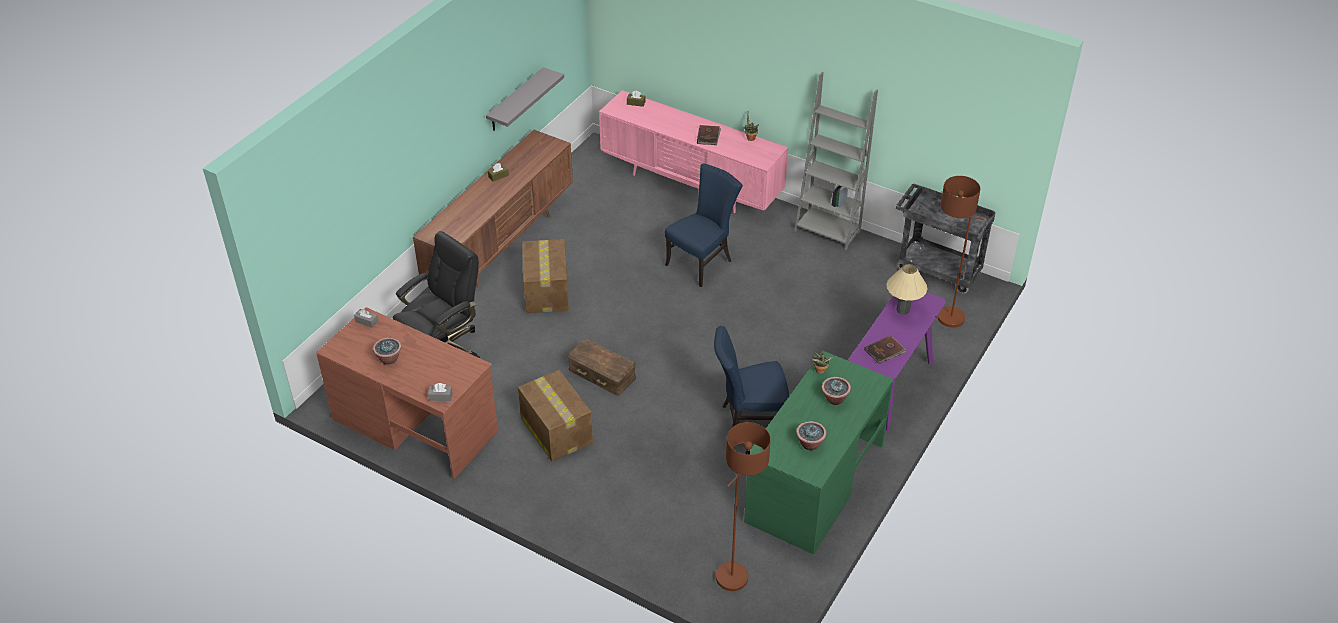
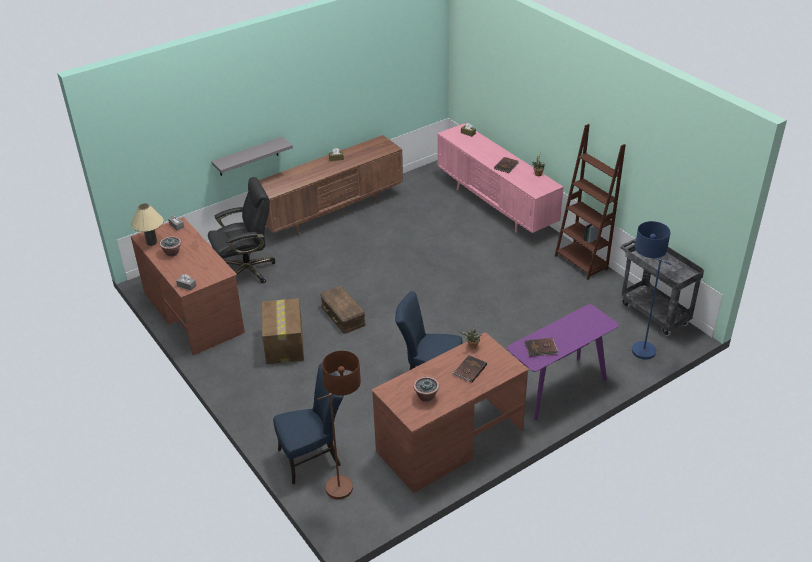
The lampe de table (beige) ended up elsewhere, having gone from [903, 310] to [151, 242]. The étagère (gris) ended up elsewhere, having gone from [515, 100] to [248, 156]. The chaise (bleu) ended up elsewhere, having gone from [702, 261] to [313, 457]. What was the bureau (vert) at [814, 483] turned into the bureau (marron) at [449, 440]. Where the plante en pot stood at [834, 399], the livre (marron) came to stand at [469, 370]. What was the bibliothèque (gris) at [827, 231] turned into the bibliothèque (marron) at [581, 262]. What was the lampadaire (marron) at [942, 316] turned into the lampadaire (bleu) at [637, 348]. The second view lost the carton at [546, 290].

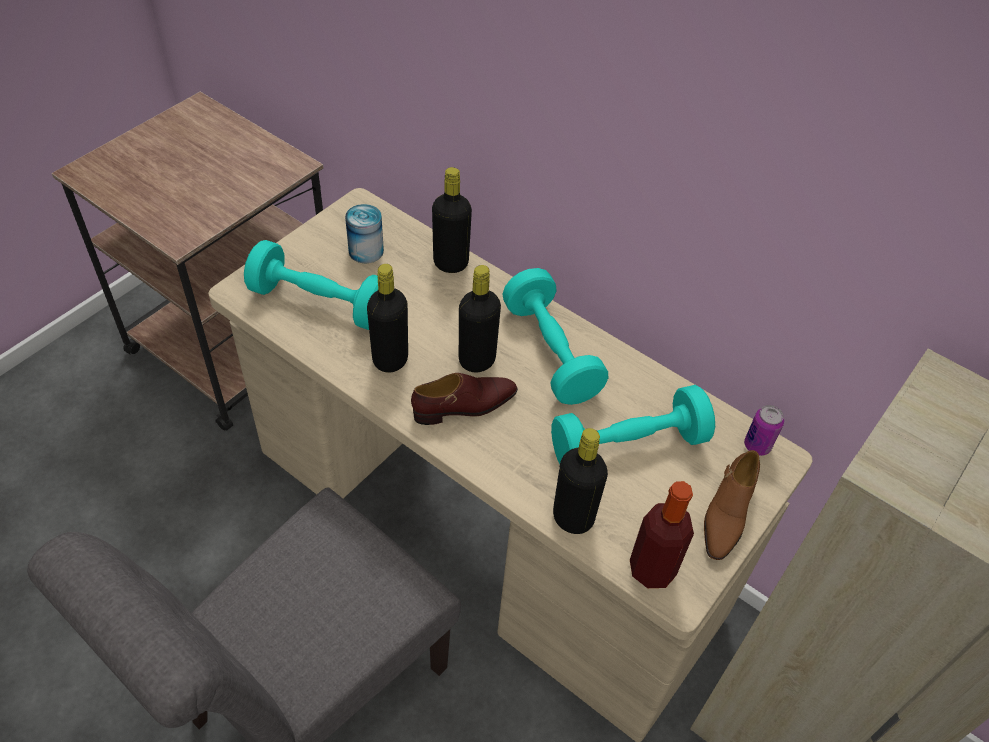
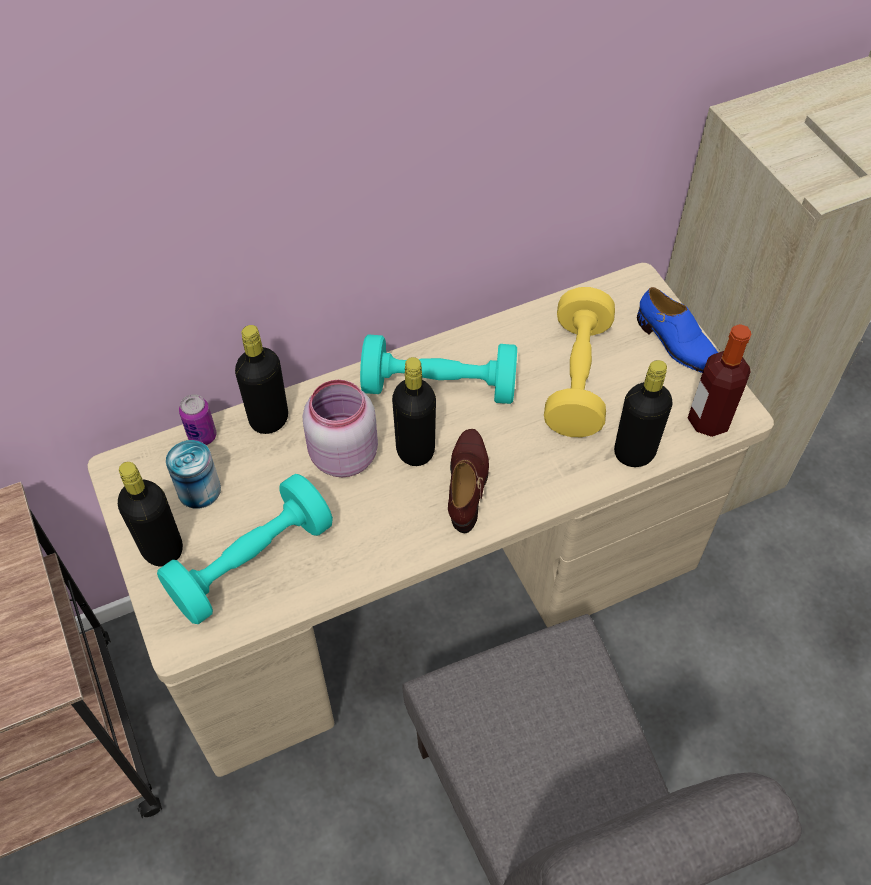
The bouteille (noir) ended up elsewhere, having gone from [390, 359] to [162, 549]. The boîte métallique ended up elsewhere, having gone from [757, 446] to [202, 436]. The second view gained the bocal (rose) at [341, 456]. What was the haltère (turquoise) at [628, 446] turned into the haltère (jaune) at [577, 378]. What was the chaussure (marron) at [726, 514] turned into the chaussure (bleu) at [677, 345].

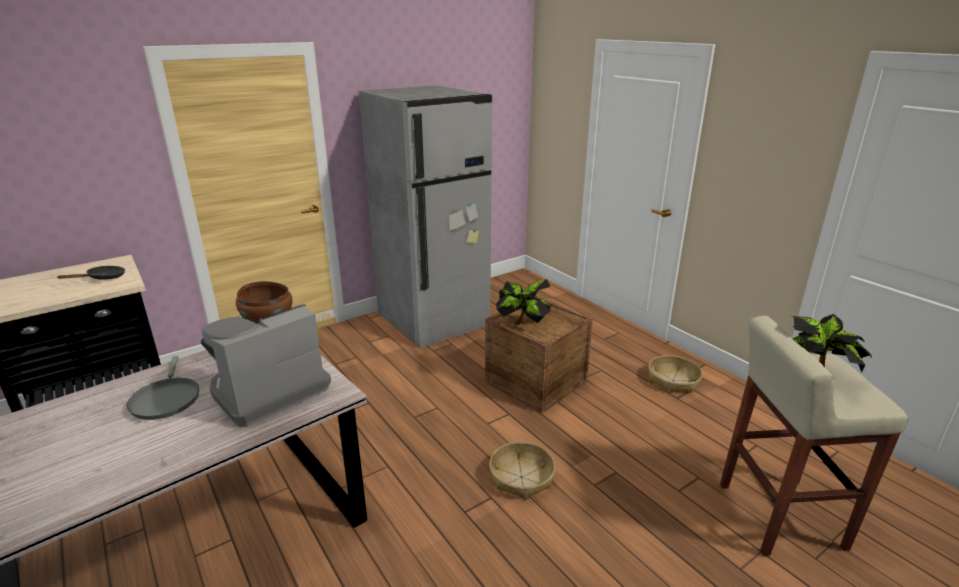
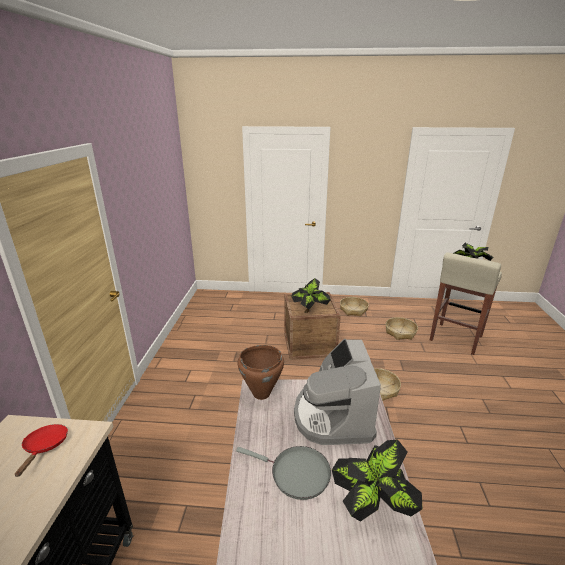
What was the poêle (noir) at [103, 278] turned into the poêle (rouge) at [45, 447]. The second view gained the plante en pot at [373, 507]. The second view gained the panier at [400, 332]. The second view lost the réfrigérateur (gris) at [433, 318].

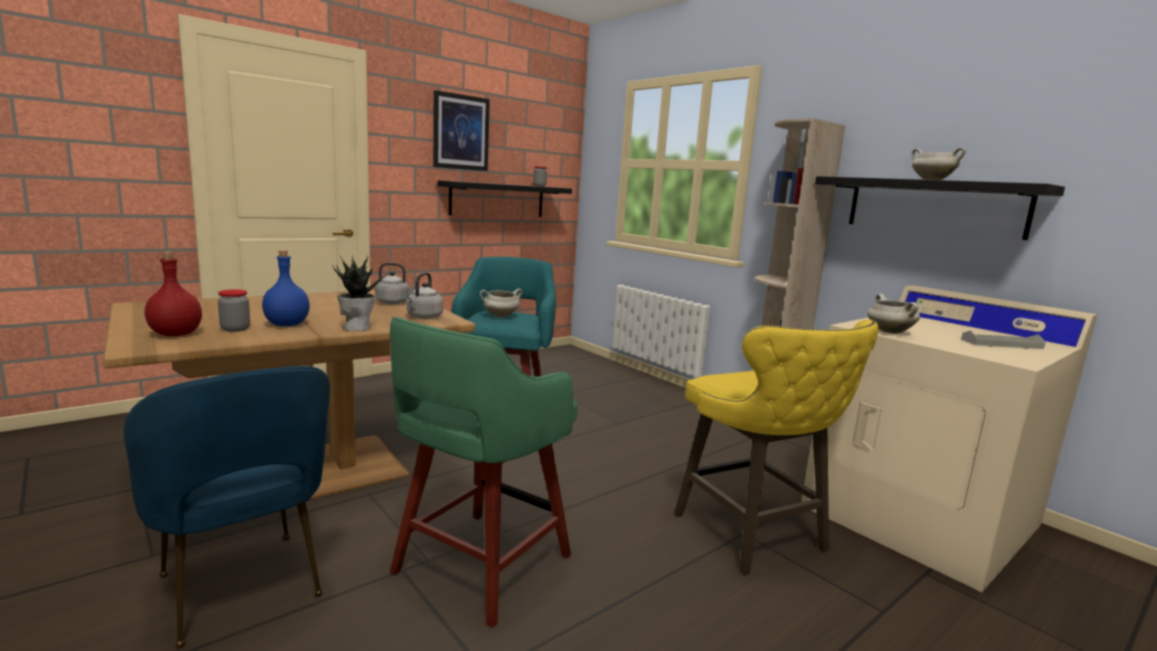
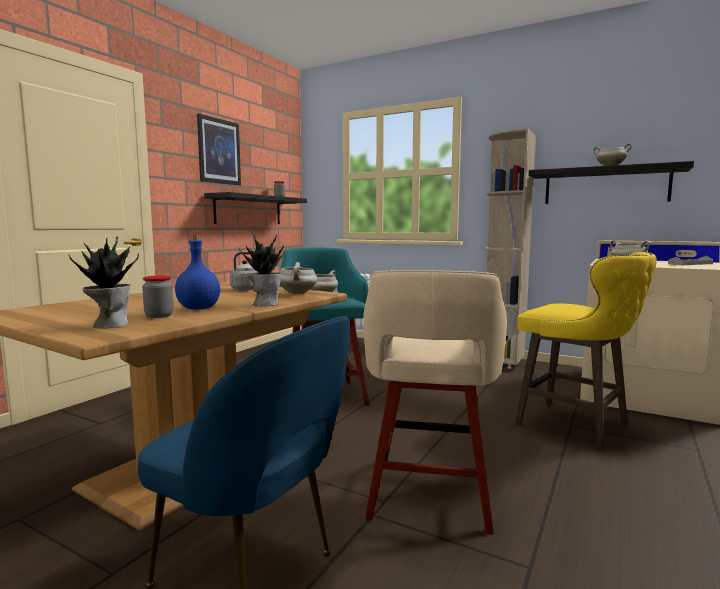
Where the bouteille (rouge) stood at [175, 334], the plante en pot came to stand at [110, 325]. Where the bouilloire (gris) stood at [423, 317], the marmite (blanc) came to stand at [298, 293]. What was the tabouret (vert) at [479, 566] turned into the tabouret (beige) at [429, 494].

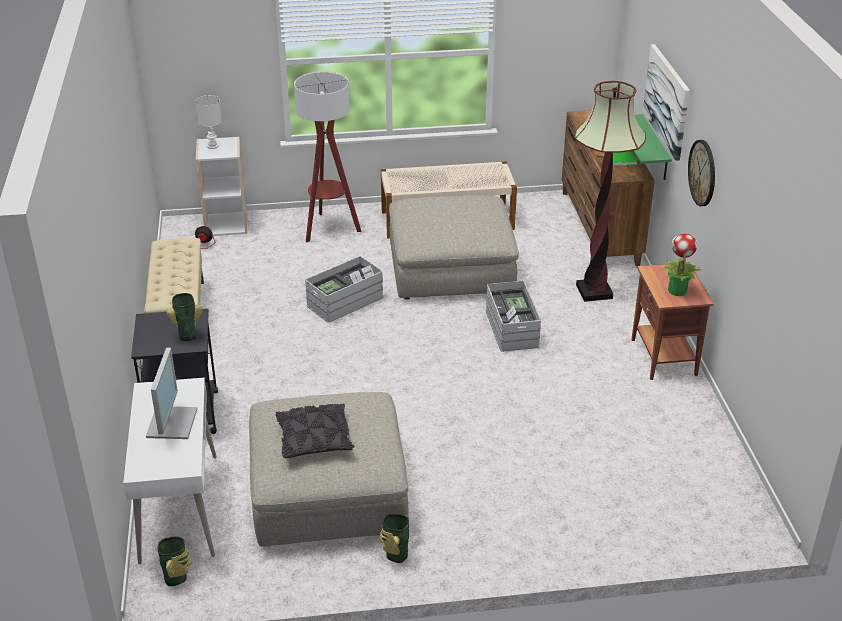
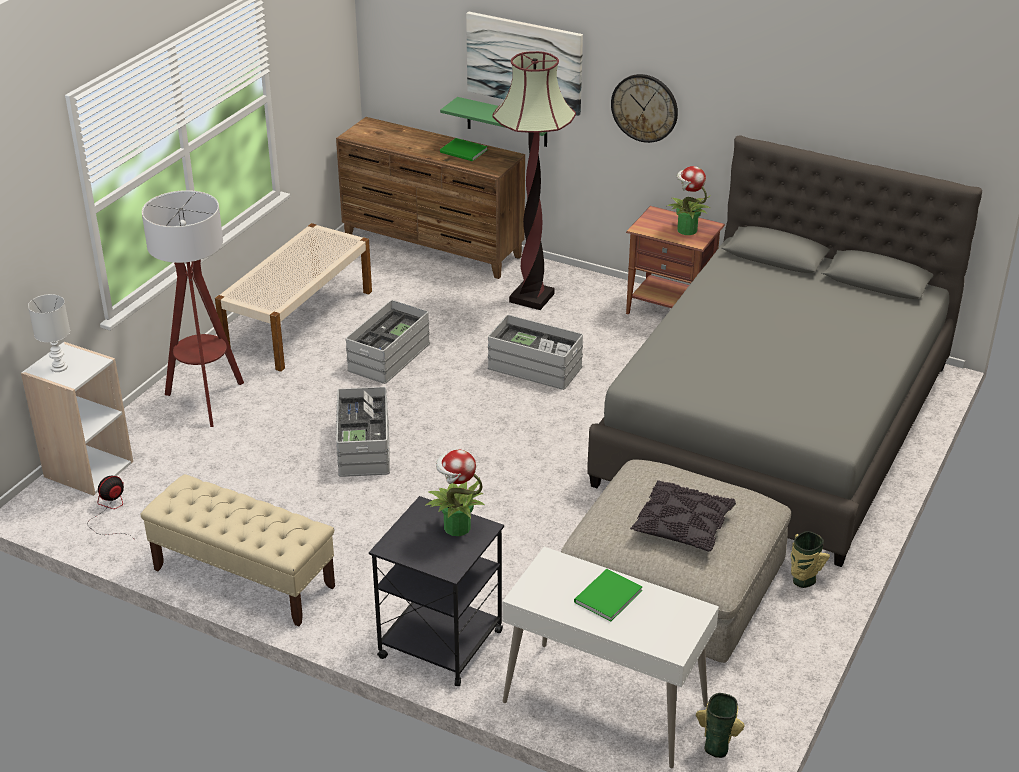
Where the pouf (beige) stood at [451, 268], the boîte de rangement (gris) came to stand at [389, 357]. Where the vase stood at [187, 334], the plante en pot came to stand at [456, 527]. Where the écran d'ordinateur stood at [171, 422], the livre (vert) came to stand at [605, 597]. The second view gained the lit (gris) at [777, 423].

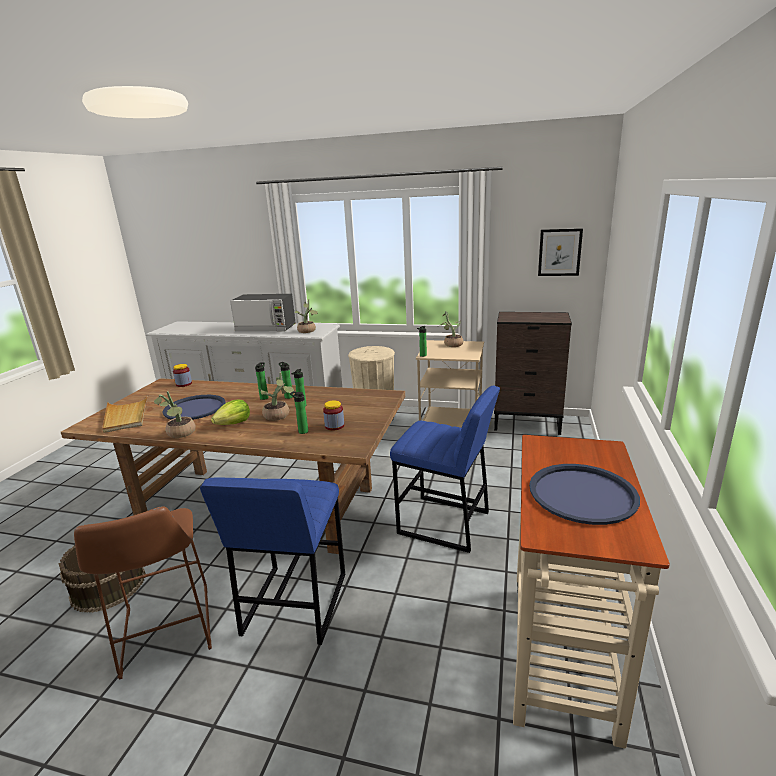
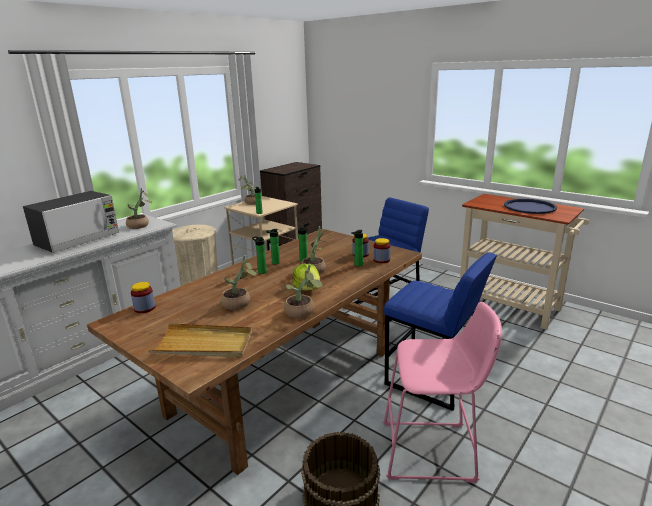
Where the plateau (bleu) stood at [195, 408], the plante en pot came to stand at [240, 304]. The second view gained the bocal at [381, 260]. What was the tabouret (marron) at [166, 634] turned into the tabouret (rose) at [433, 452]. The second view lost the tableau at [559, 252].

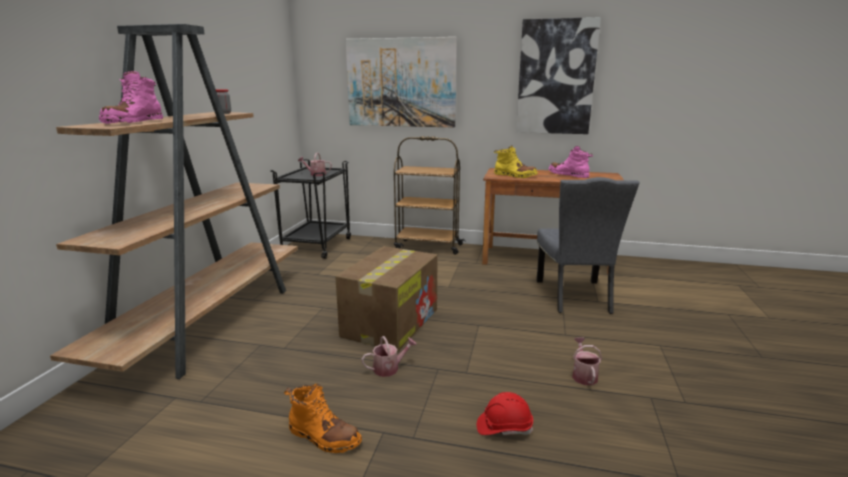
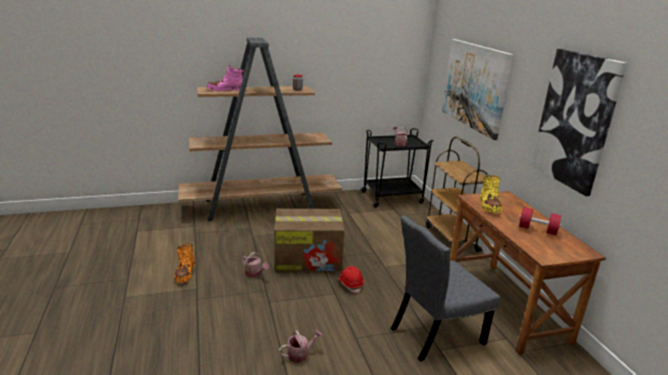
The casque de chantier (rouge) ended up elsewhere, having gone from [504, 427] to [350, 284]. Where the botte (rose) stood at [568, 175], the haltère (rouge) came to stand at [537, 230].

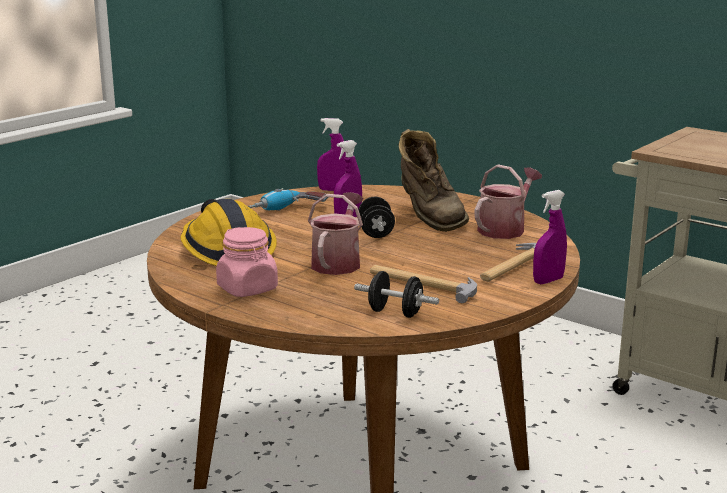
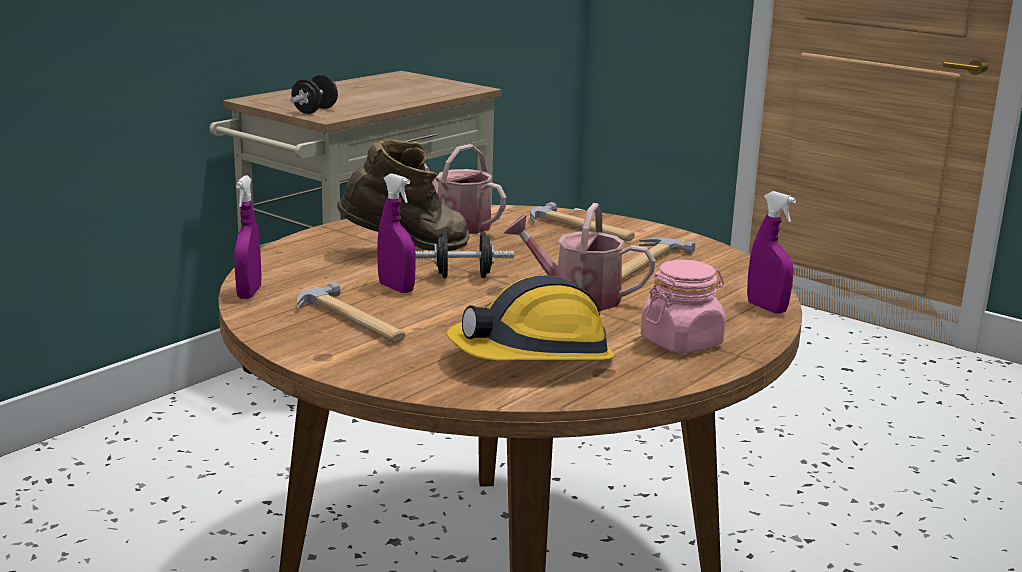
The haltère (noir) ended up elsewhere, having gone from [395, 313] to [315, 111]. Where the perceuse stood at [288, 211], the marteau came to stand at [351, 320]. The vaporisateur (violet) ended up elsewhere, having gone from [548, 281] to [766, 308].

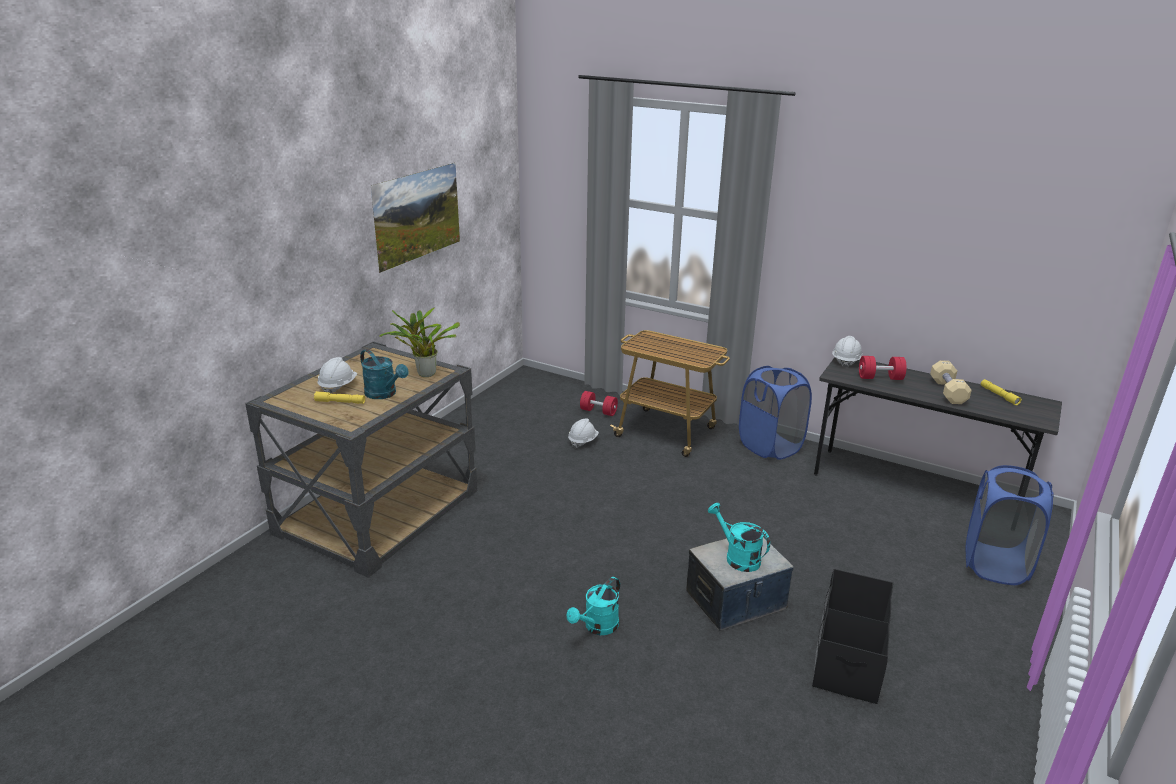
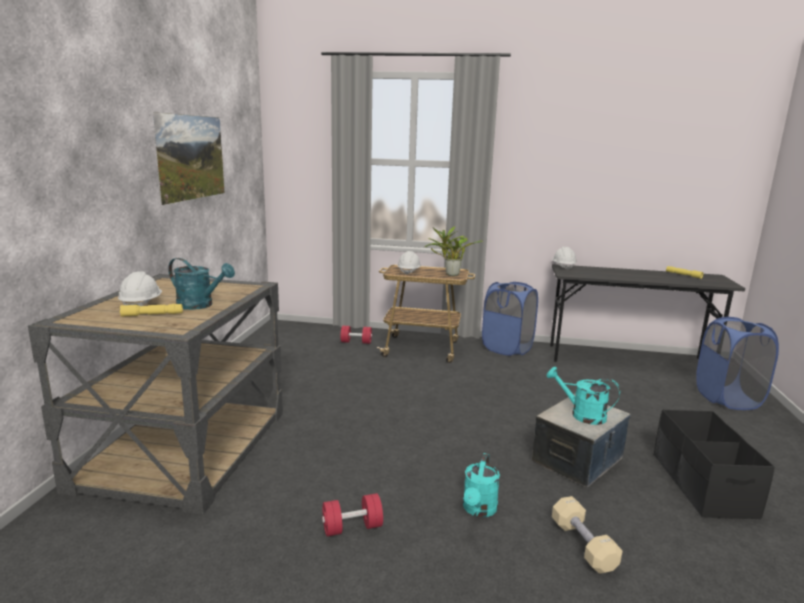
The haltère (rouge) ended up elsewhere, having gone from [880, 378] to [352, 527]. The casque de chantier (blanc) ended up elsewhere, having gone from [583, 441] to [409, 271]. The plante en pot ended up elsewhere, having gone from [424, 373] to [450, 274]. The haltère (beige) ended up elsewhere, having gone from [947, 391] to [583, 545].

